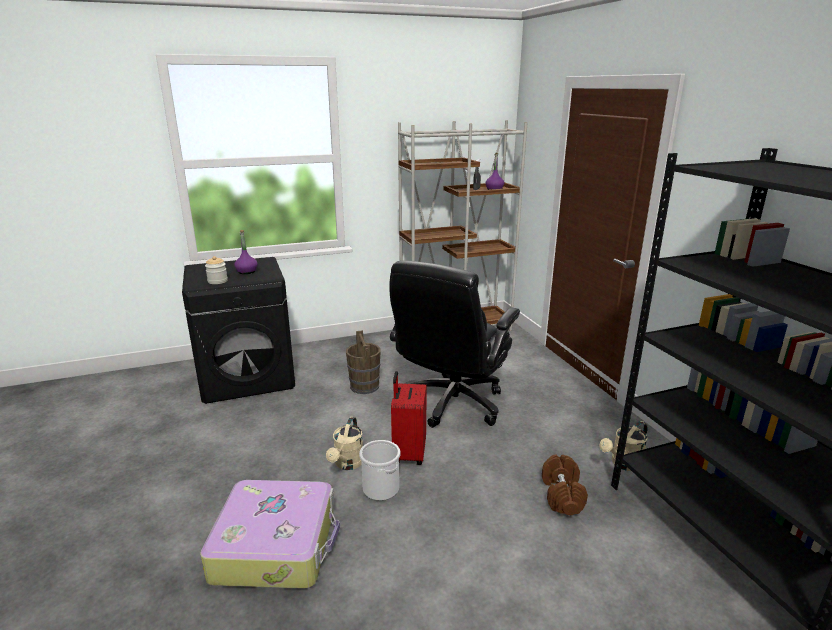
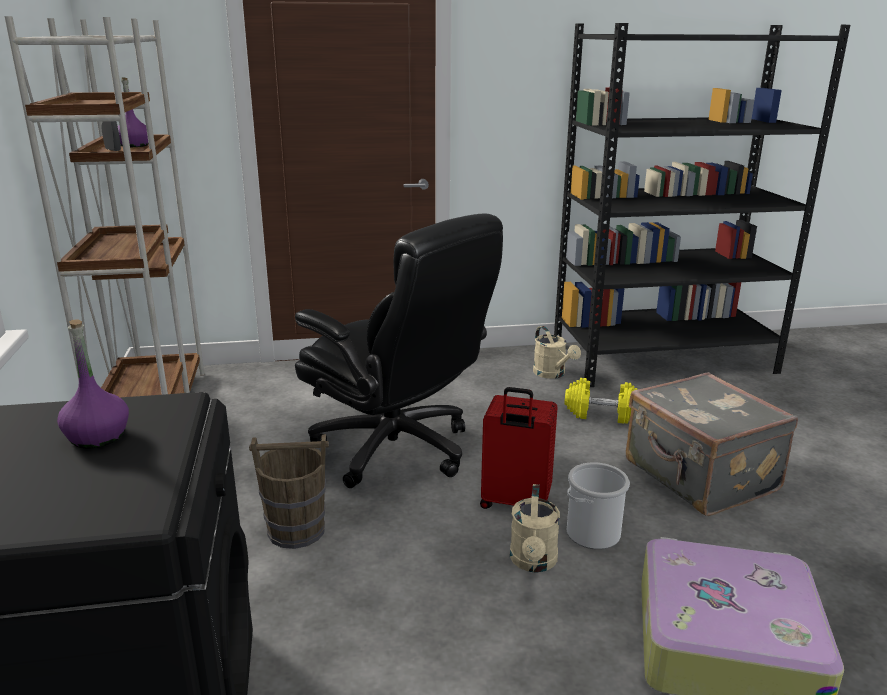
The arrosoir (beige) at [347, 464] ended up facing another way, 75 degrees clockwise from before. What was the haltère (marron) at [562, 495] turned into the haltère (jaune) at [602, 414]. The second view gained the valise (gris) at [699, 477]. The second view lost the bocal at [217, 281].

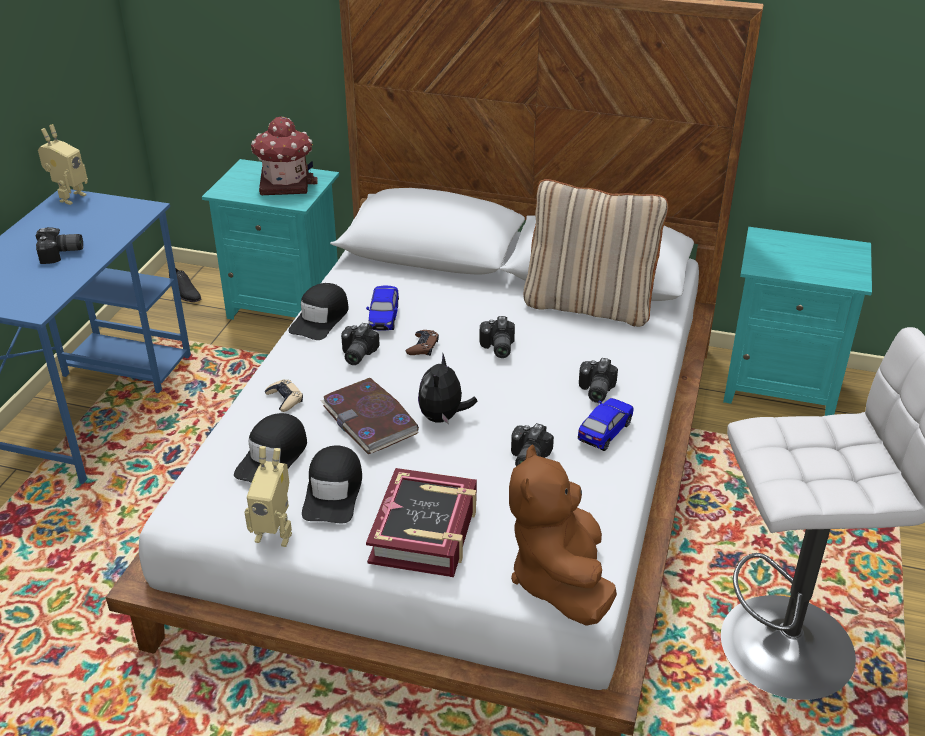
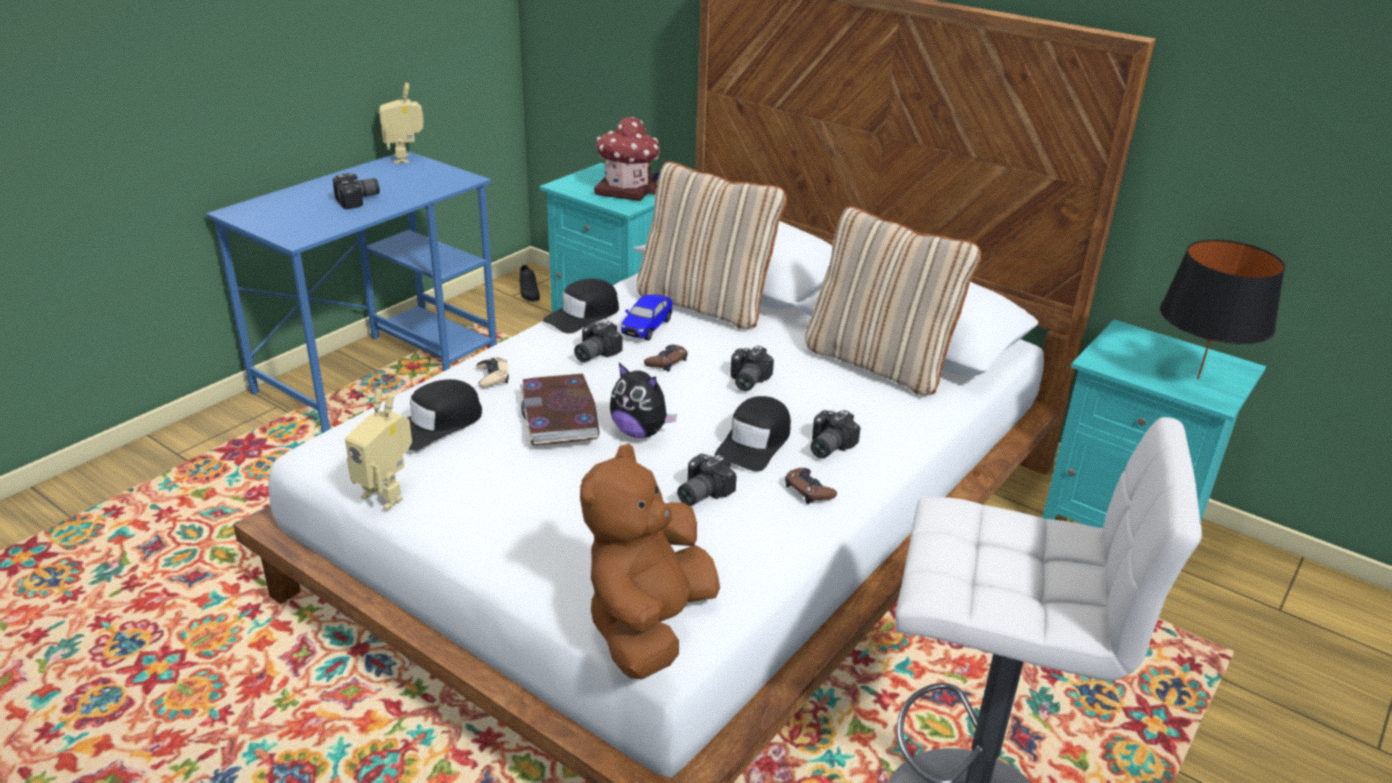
The appareil photo at [61, 254] ended up facing another way, 45 degrees counterclockwise from before. The robot jouet at [69, 197] ended up facing another way, 120 degrees clockwise from before. The peluche at [443, 417] ended up facing another way, 90 degrees counterclockwise from before. The second view gained the coussin (beige) at [706, 305]. The casquette (noir) ended up elsewhere, having gone from [333, 492] to [755, 443]. Where the petite voiture stood at [605, 432], the manette (marron) came to stand at [809, 490]. The second view gained the lampe de table (noir) at [1197, 379]. The second view lost the livre at [425, 531].

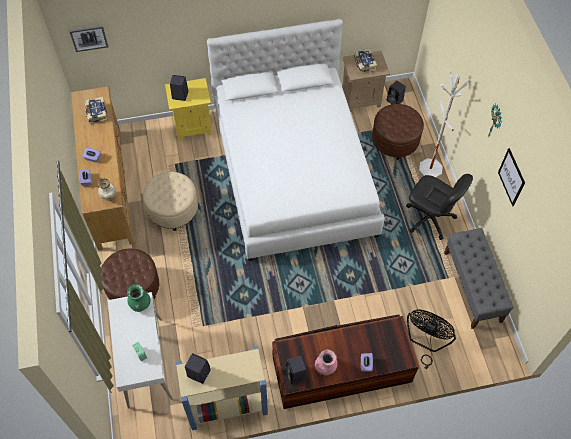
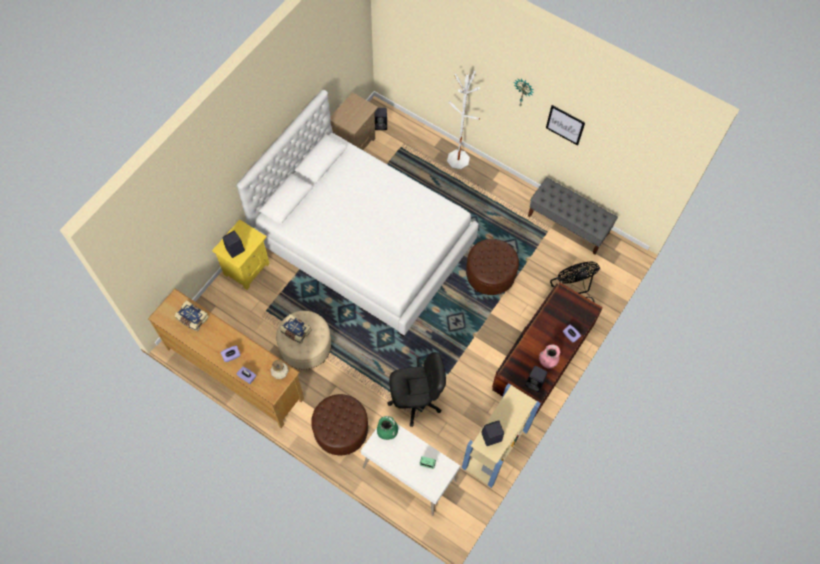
The livre ended up elsewhere, having gone from [364, 64] to [295, 331]. The chaise de bureau (noir) ended up elsewhere, having gone from [430, 218] to [415, 400]. The pouf (marron) ended up elsewhere, having gone from [394, 142] to [490, 276]. The second view lost the tableau at [89, 38].

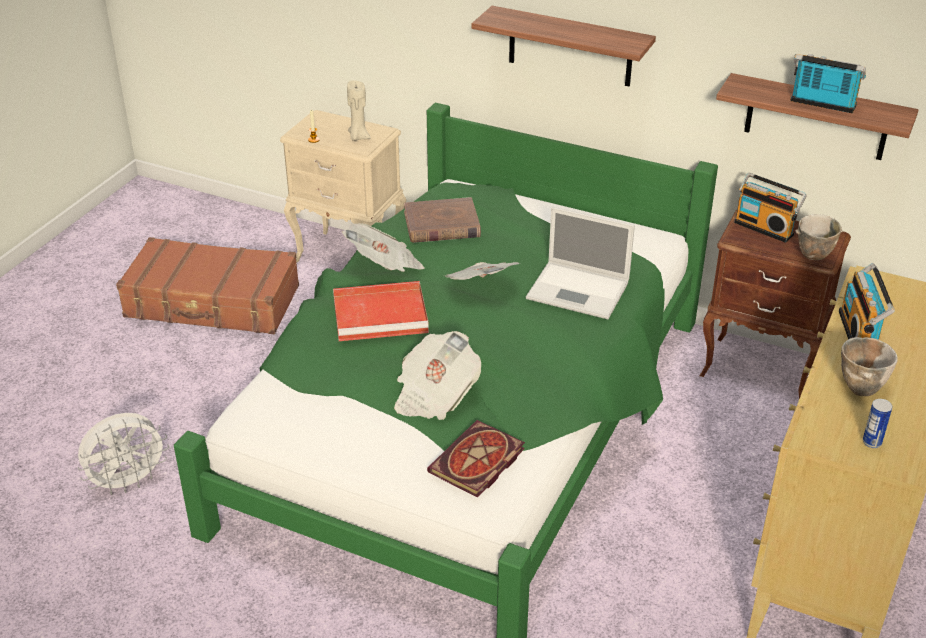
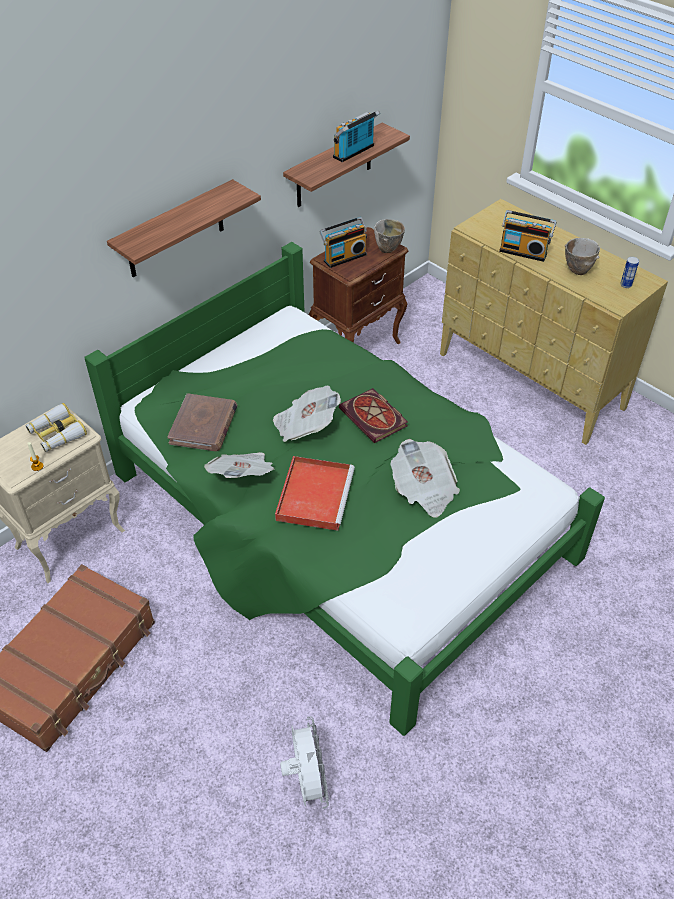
Where the bougie (beige) stood at [358, 137], the jumelles came to stand at [57, 434]. The livre ended up elsewhere, having gone from [477, 463] to [375, 418]. The second view lost the ordinateur portable at [580, 291].

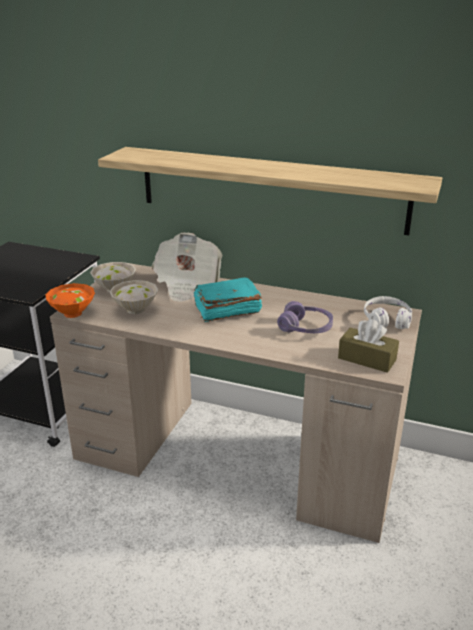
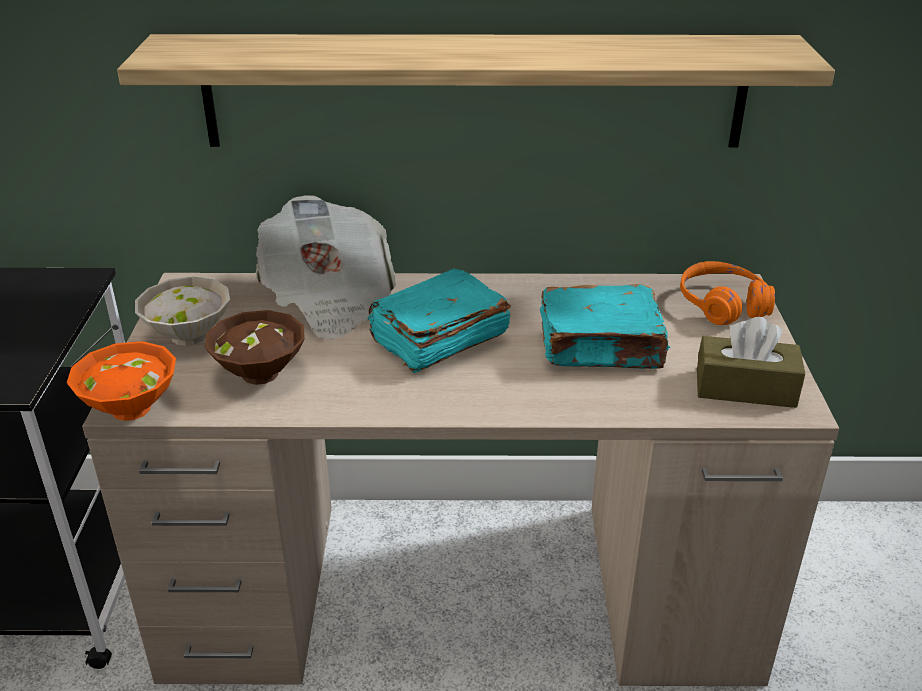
What was the bol (blanc) at [136, 310] turned into the bol (marron) at [263, 373]. Where the casque audio (violet) stood at [305, 328], the livre (turquoise) came to stand at [602, 348]. What was the casque audio (blanc) at [386, 320] turned into the casque audio (orange) at [722, 305].

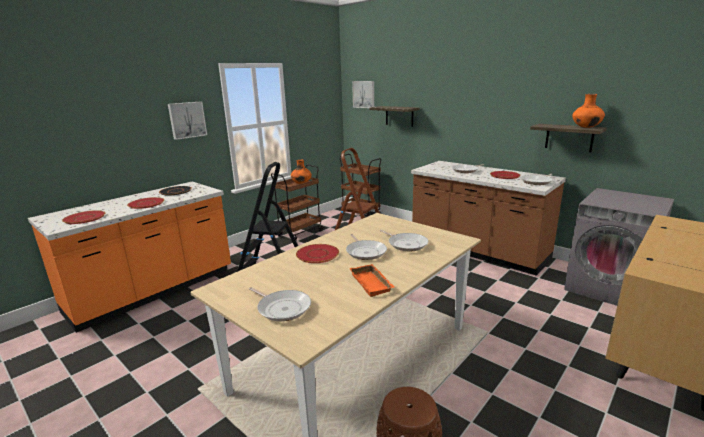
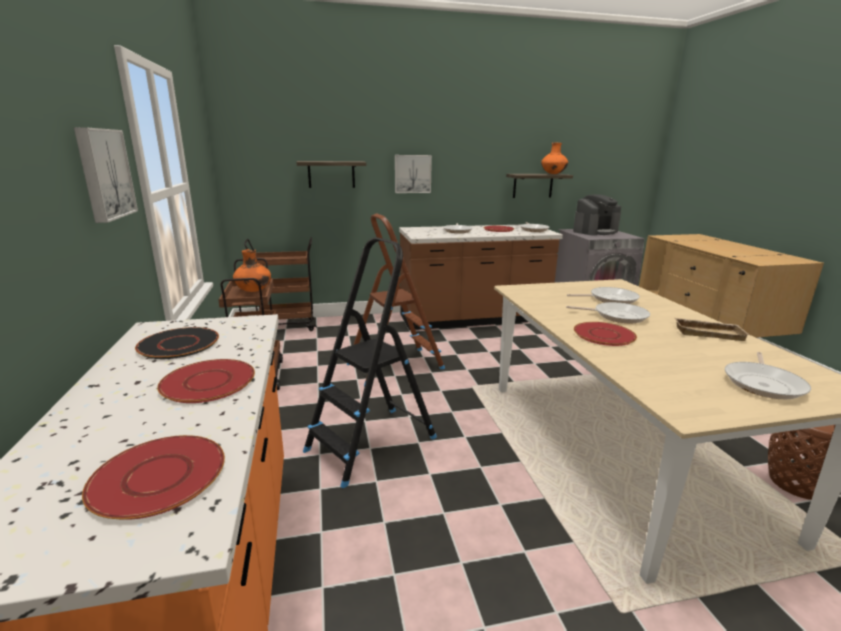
The tableau ended up elsewhere, having gone from [364, 94] to [412, 174]. The second view gained the machine à café at [595, 231]. What was the plateau (orange) at [372, 283] turned into the plateau (beige) at [708, 333]. The poêle at [282, 308] ended up facing another way, 135 degrees clockwise from before.

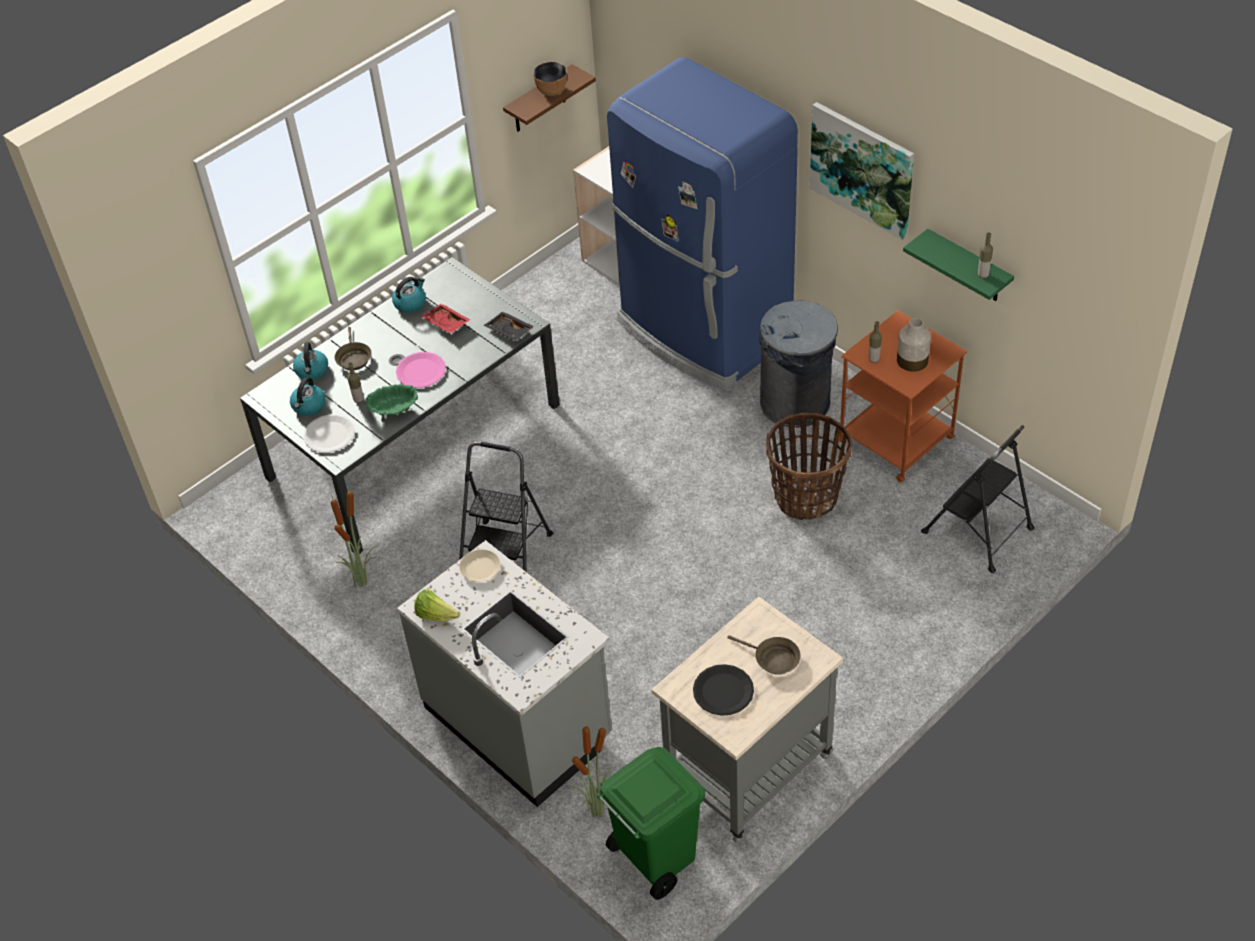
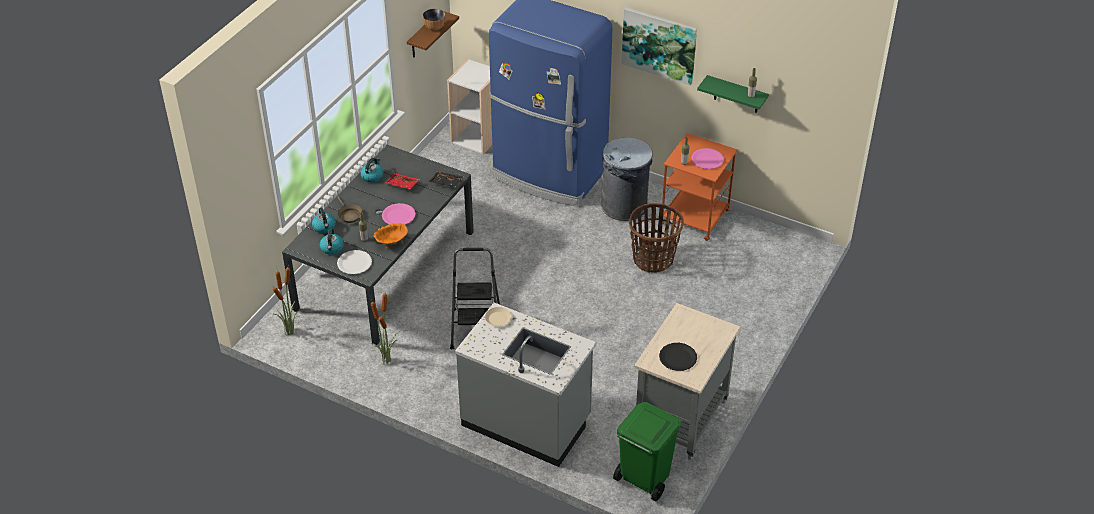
The plante en pot ended up elsewhere, having gone from [598, 811] to [291, 332]. What was the bol (vert) at [394, 411] turned into the bol (orange) at [391, 242]. Where the vase (beige) stood at [912, 360], the assiette (rose) came to stand at [707, 159]. The second view lost the laitue at [436, 615]. The second view lost the poêle (marron) at [773, 659]. The second view lost the escabeau (noir) at [980, 531].

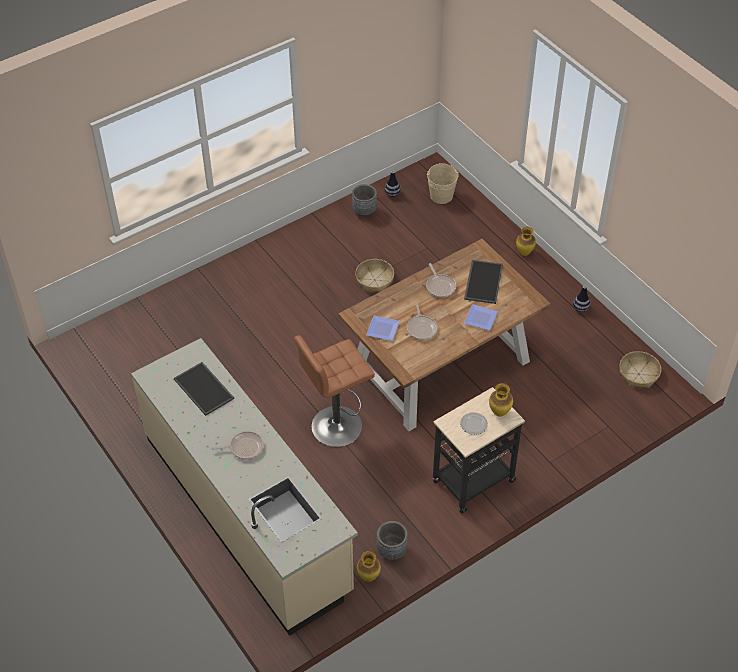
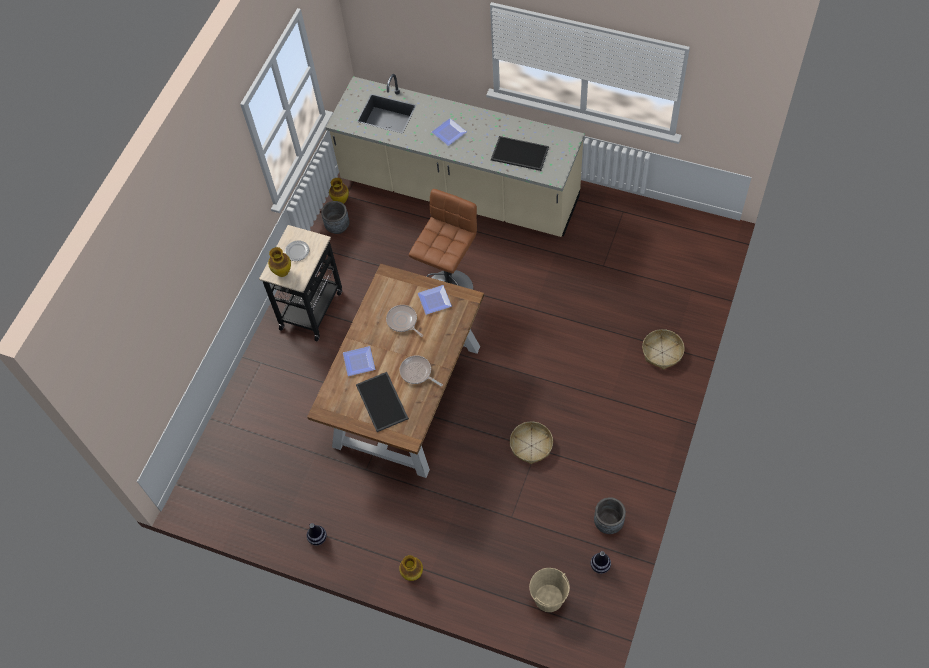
Where the poêle stood at [244, 447], the assiette came to stand at [450, 133]. The panier ended up elsewhere, having gone from [638, 374] to [662, 352].

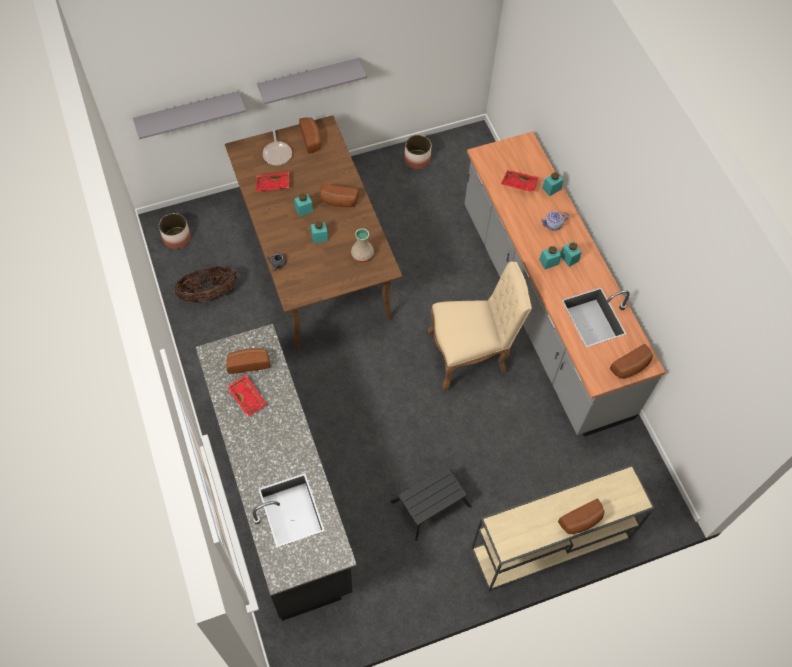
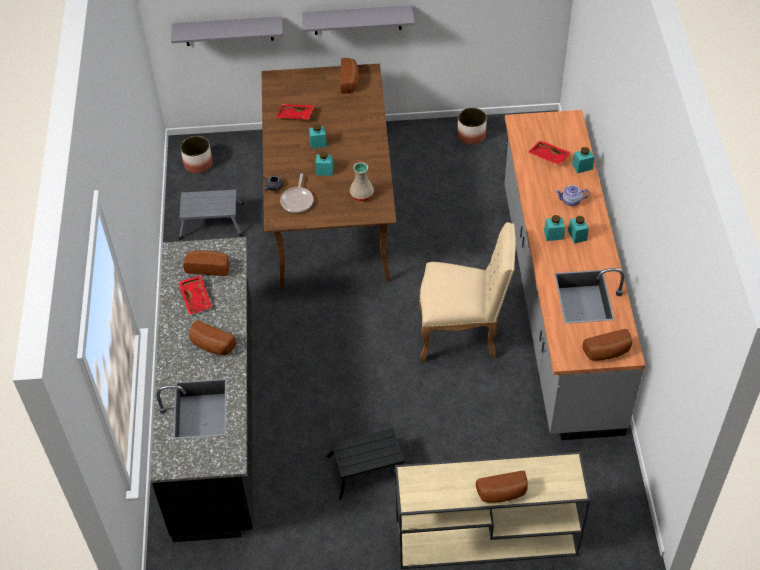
Where the panier stood at [208, 294], the escabeau (gris) came to stand at [211, 221]. The pain ended up elsewhere, having gone from [338, 202] to [211, 346]. The poêle ended up elsewhere, having gone from [277, 153] to [297, 200].

